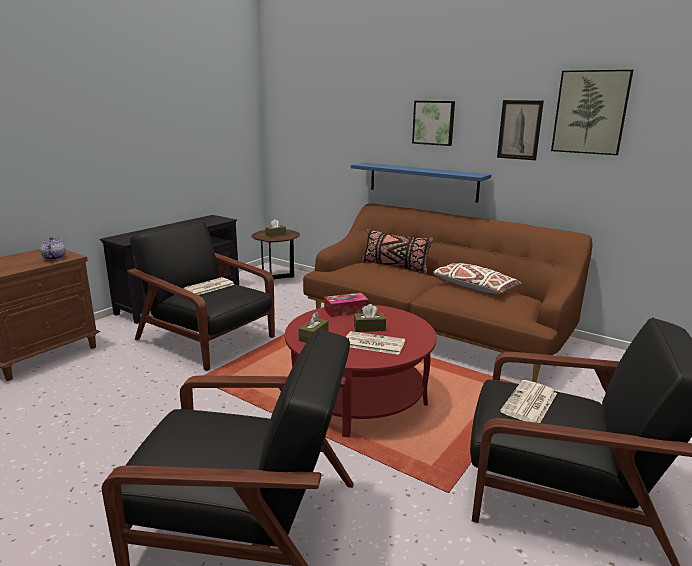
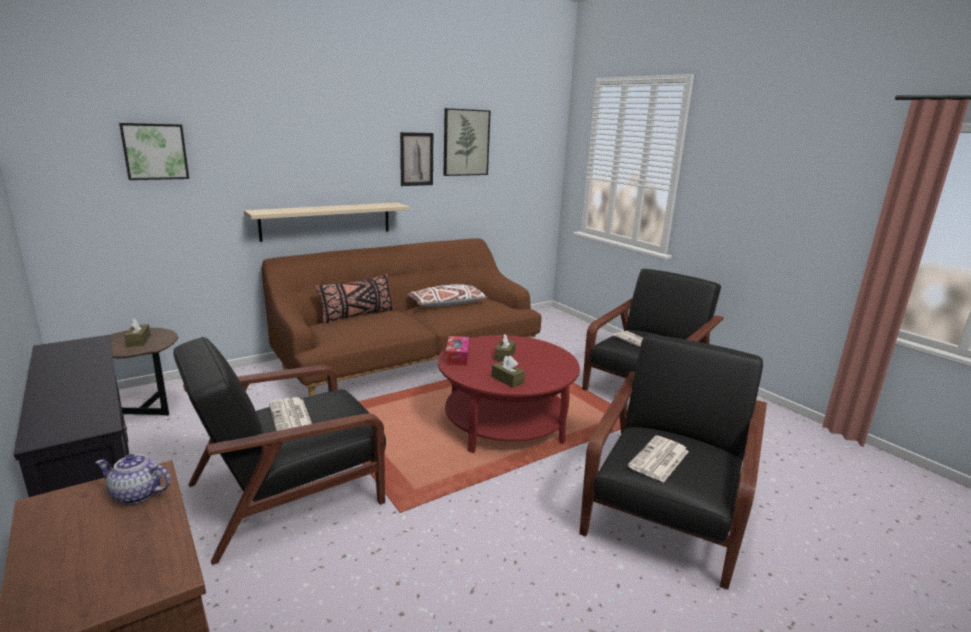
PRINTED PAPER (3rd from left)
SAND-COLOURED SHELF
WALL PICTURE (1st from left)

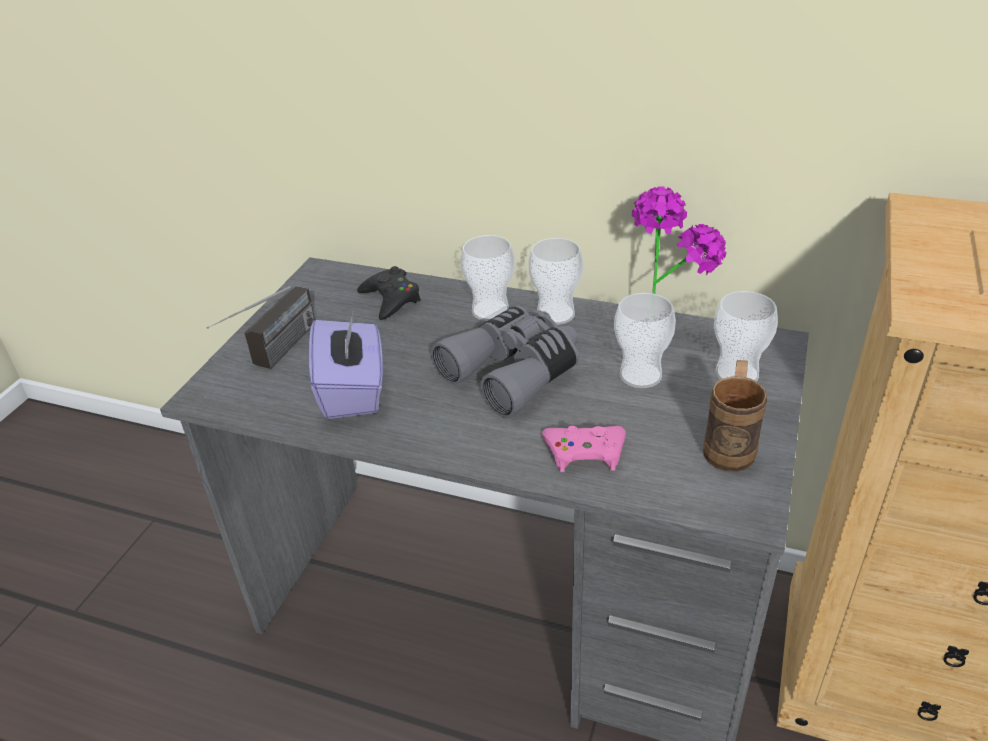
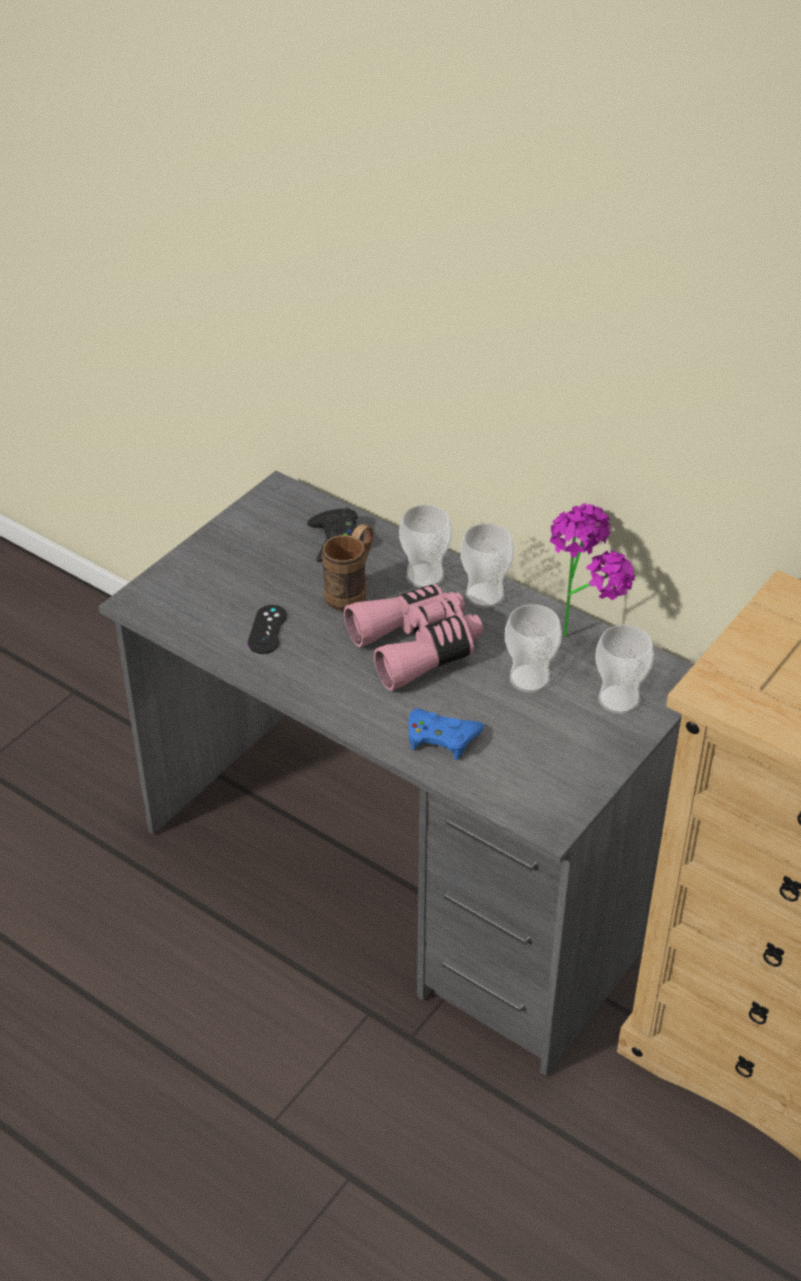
RADIO SET
BLACK GAMEPAD (1st from left)
PINK-COLOURED PAIR OF BINOCULARS
BLUE-COLOURED GAMEPAD
BROWN COFFEE MUG

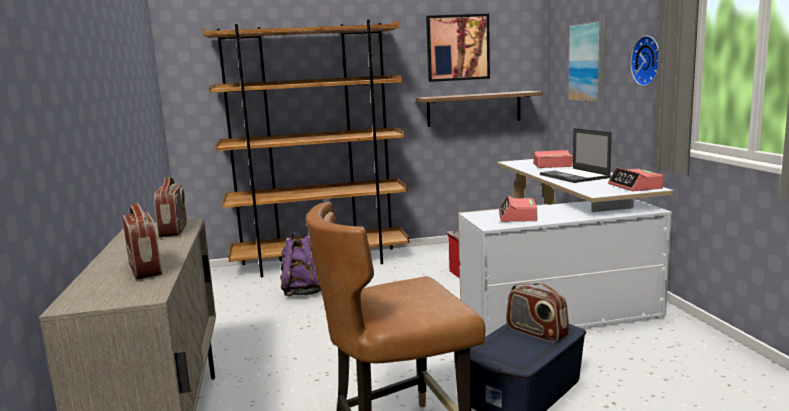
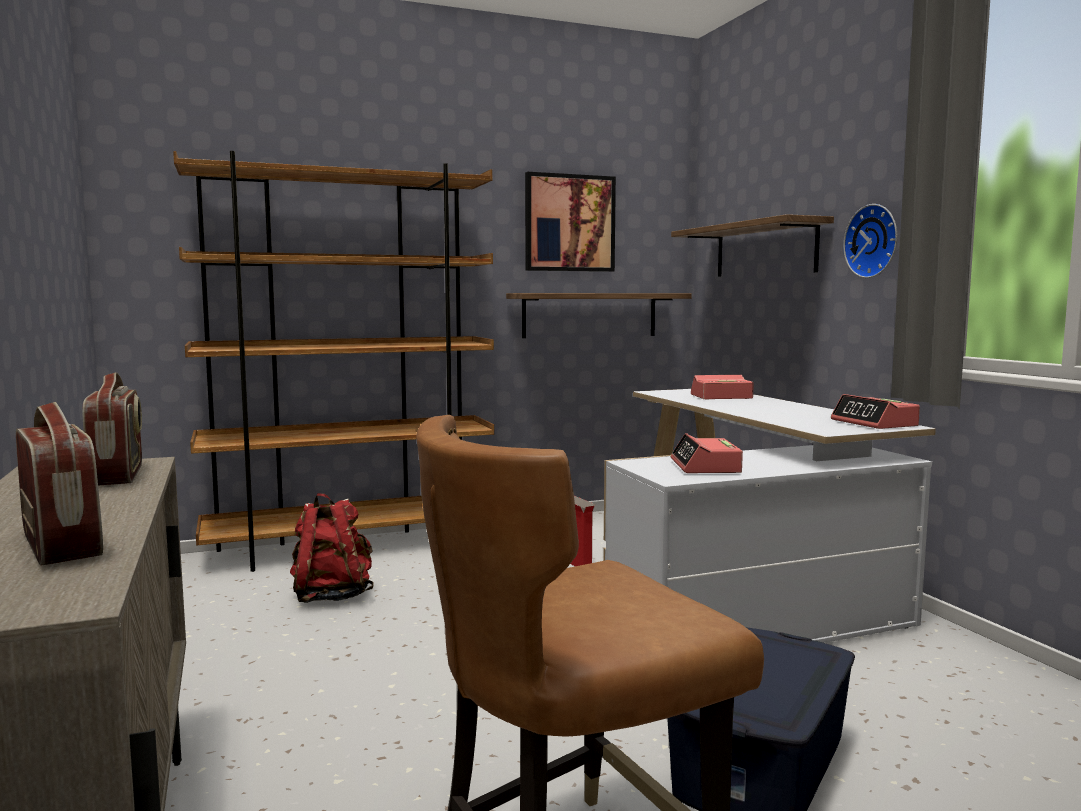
RED RUCKSACK
RADIO SET (3rd from left in the first image)
PORTABLE COMPUTER
SHELF (2nd from left)

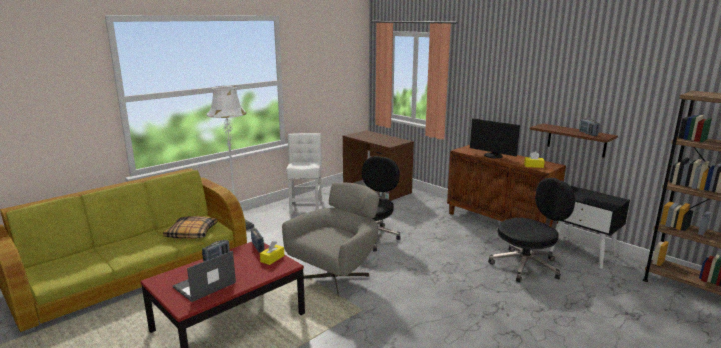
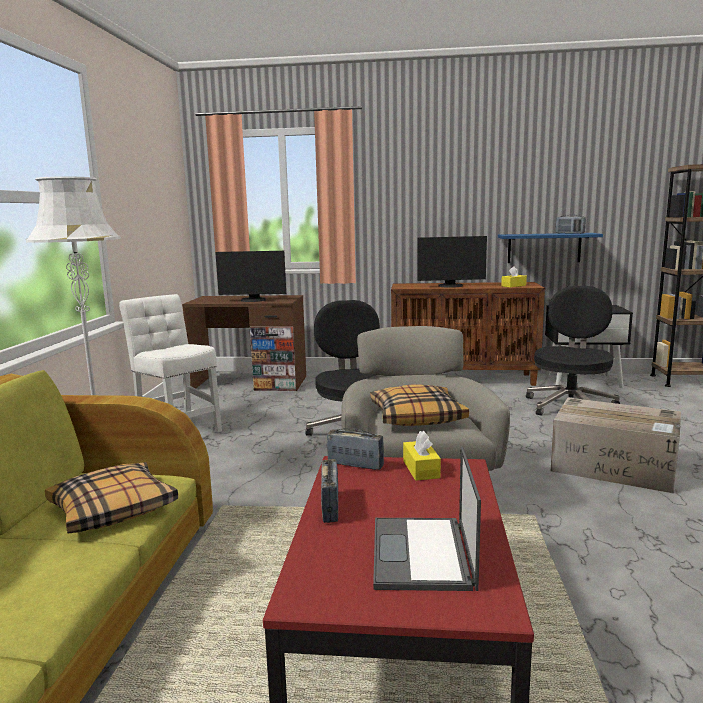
BLUE-COLOURED SHELF
COMPUTER DISPLAY (1st from left)
CUSHION (2nd from left)
PACKING BOX

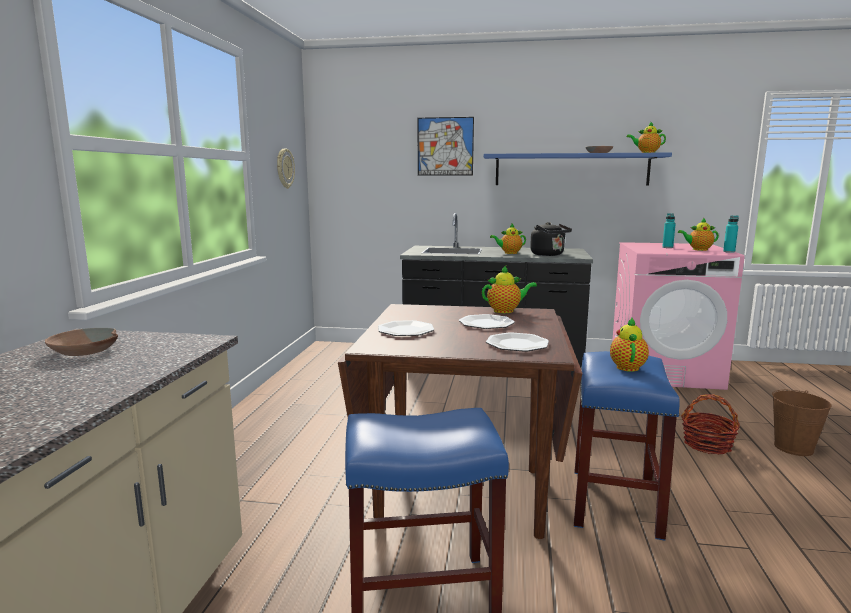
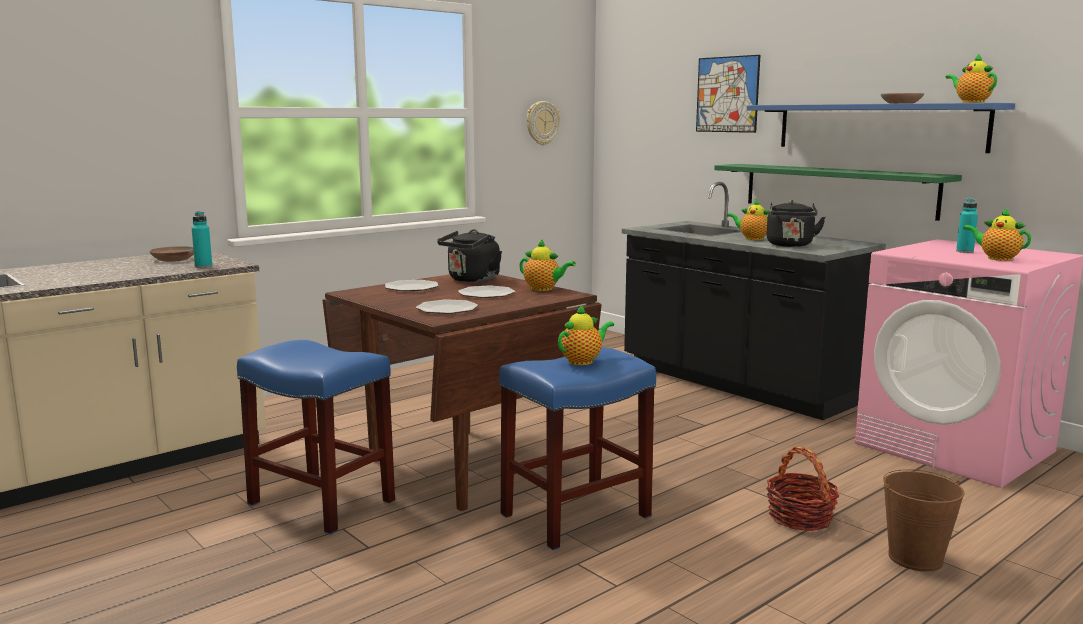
TURQUOISE-COLOURED BOTTLE (1st from left)
BLACK WATER KETTLE (1st from left)
GREENISH SHELF

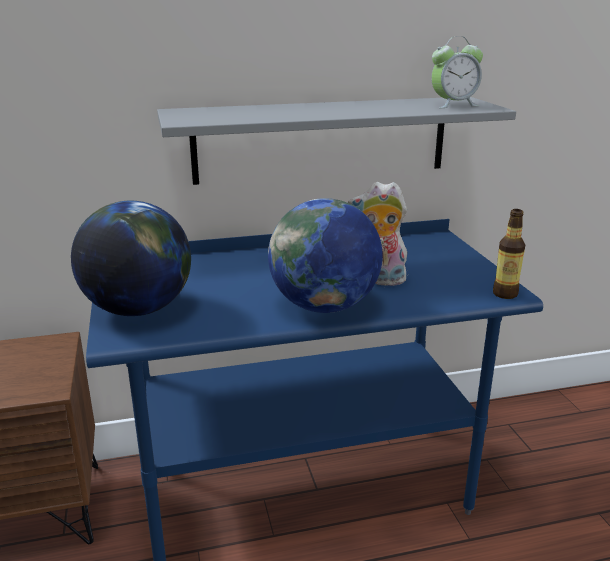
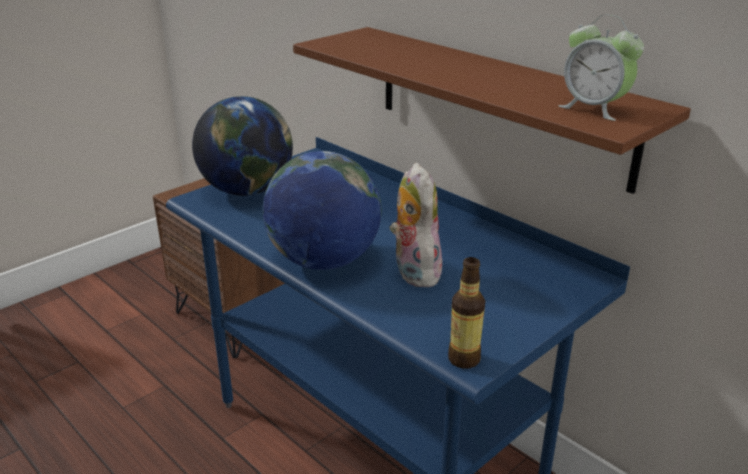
BROWN SHELF

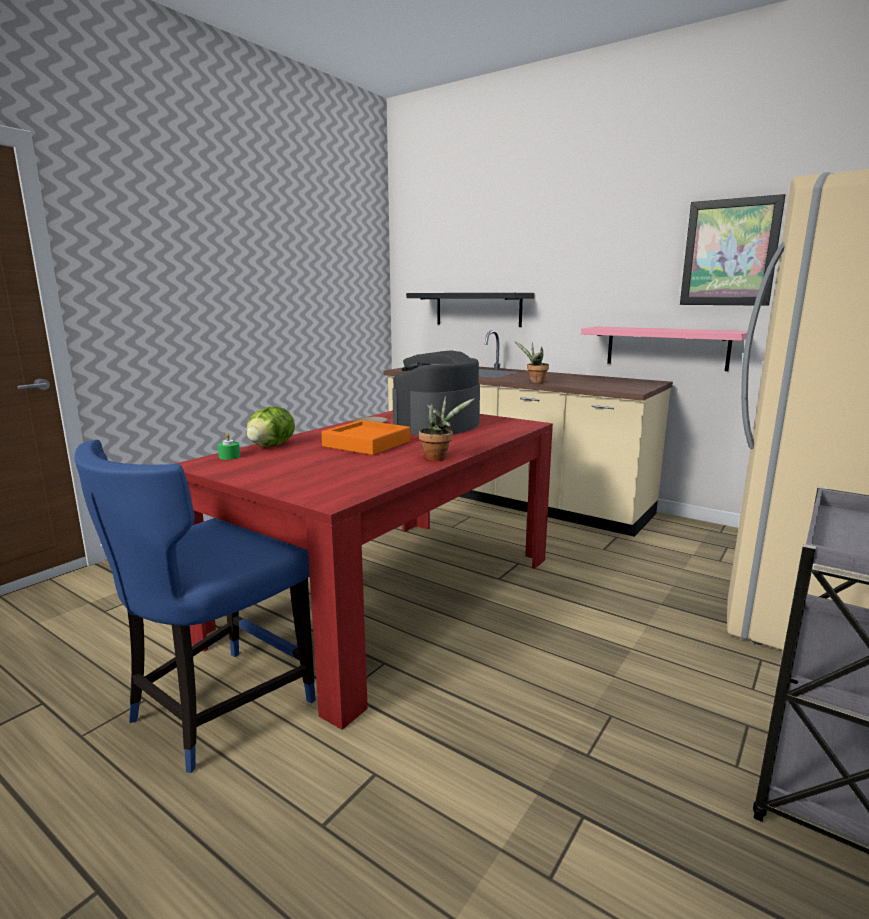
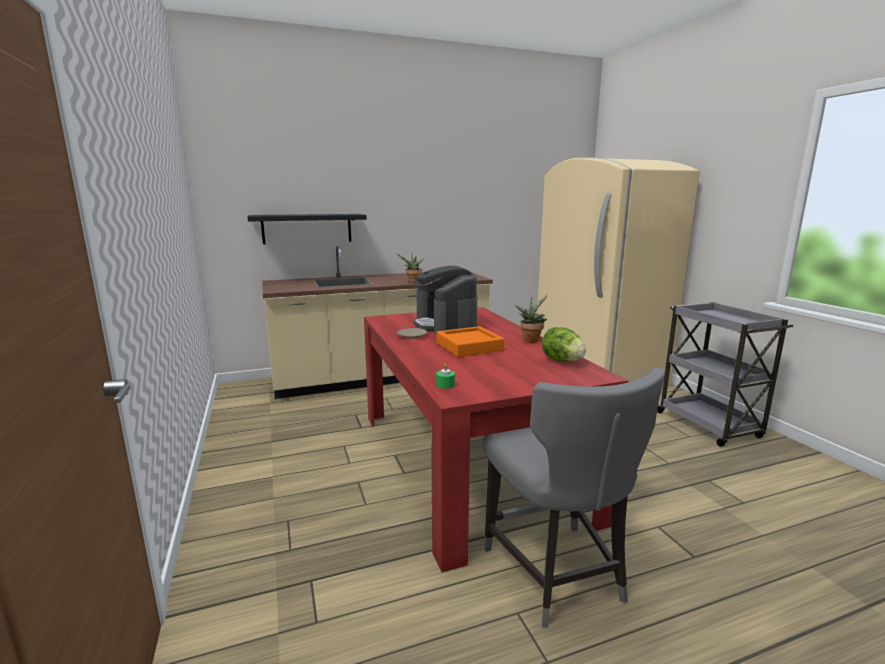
GRAY UPRIGHT CHAIR
LETTUCE
PINK-COLOURED SHELF
WALL PICTURE

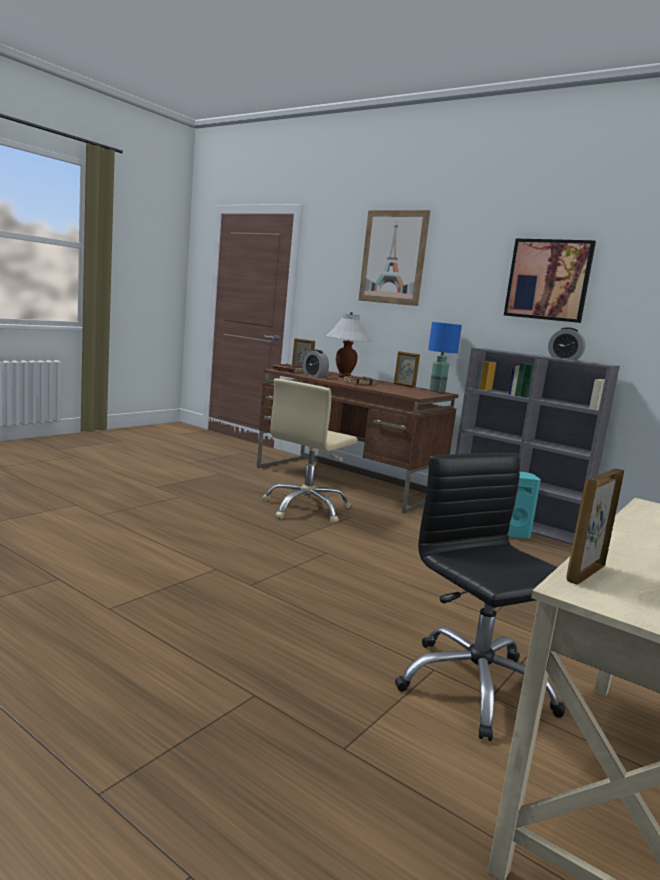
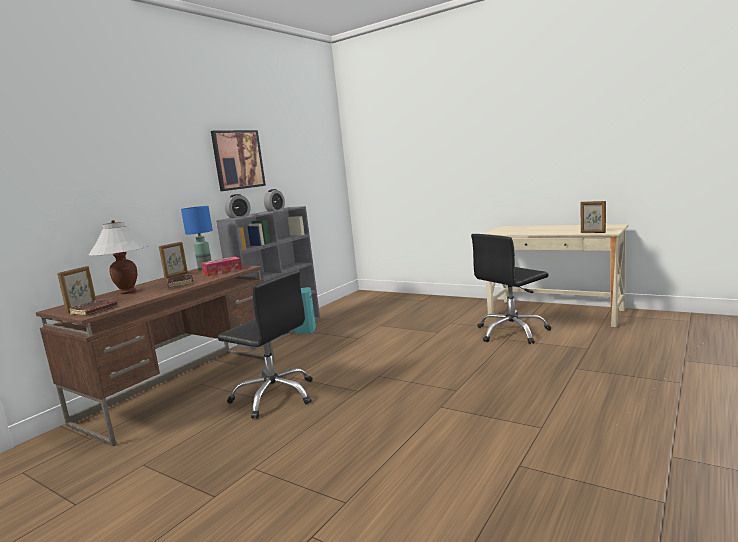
BLACK COMPUTER CHAIR (1st from left)
ALARM CLOCK (1st from left)
WALL PICTURE (1st from left in the first image)
TISSUE HOLDER

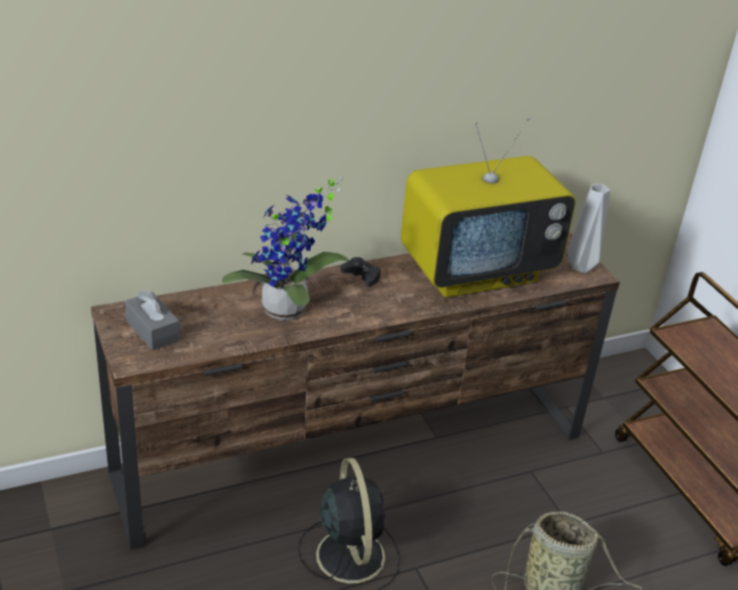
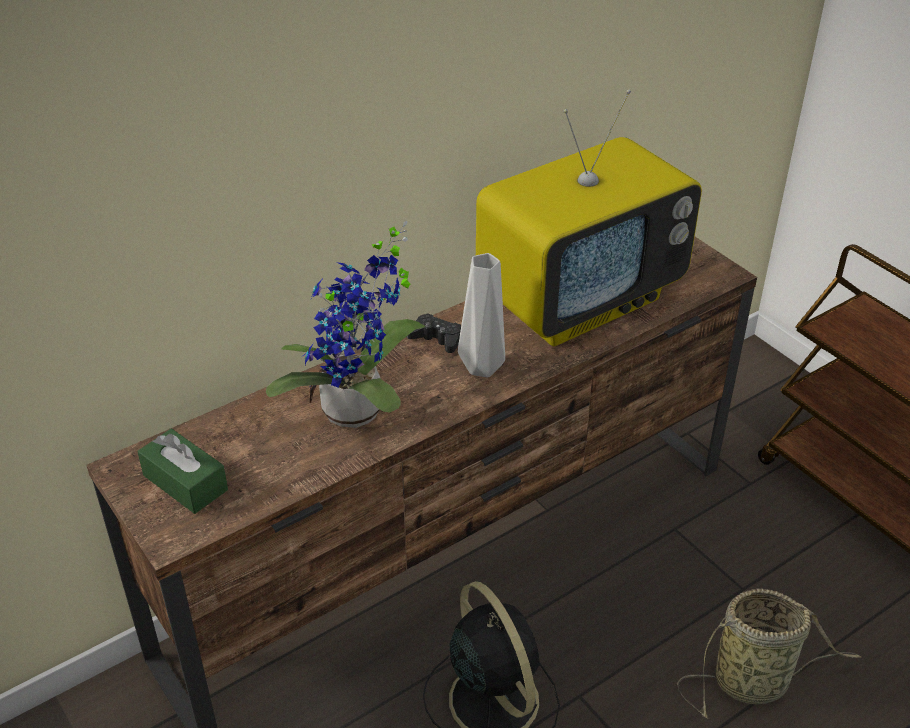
GREENISH TISSUE HOLDER
GRAY VASE

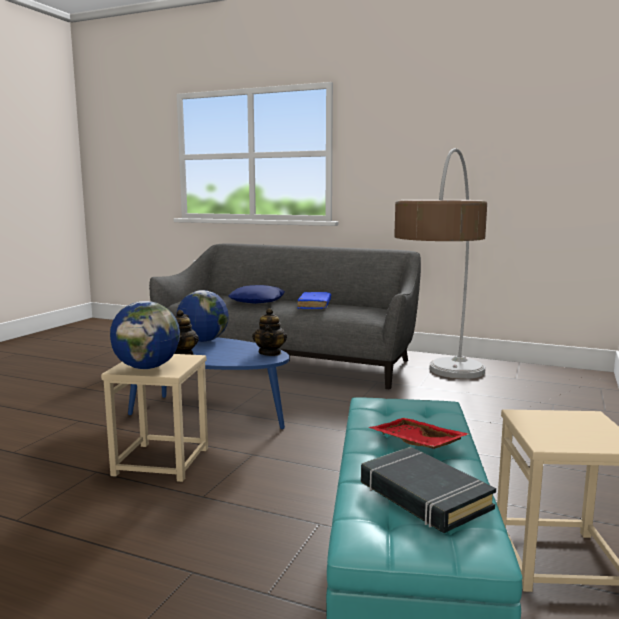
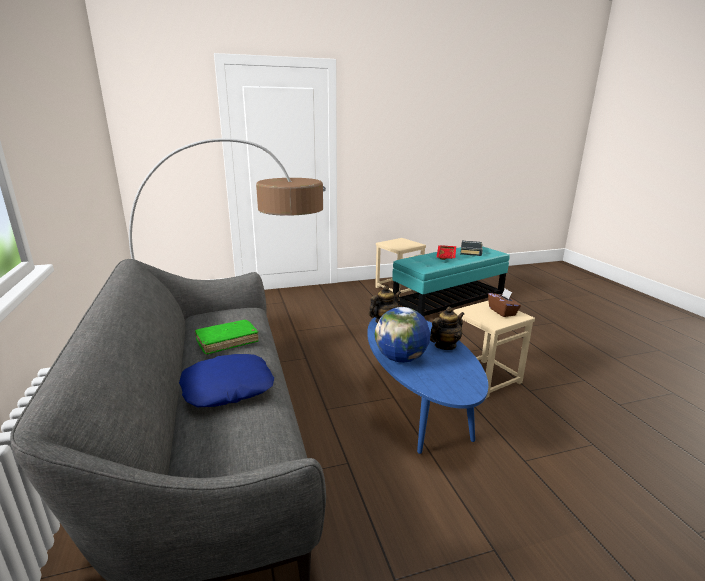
BROWN TISSUE HOLDER
GREENISH VOLUME

